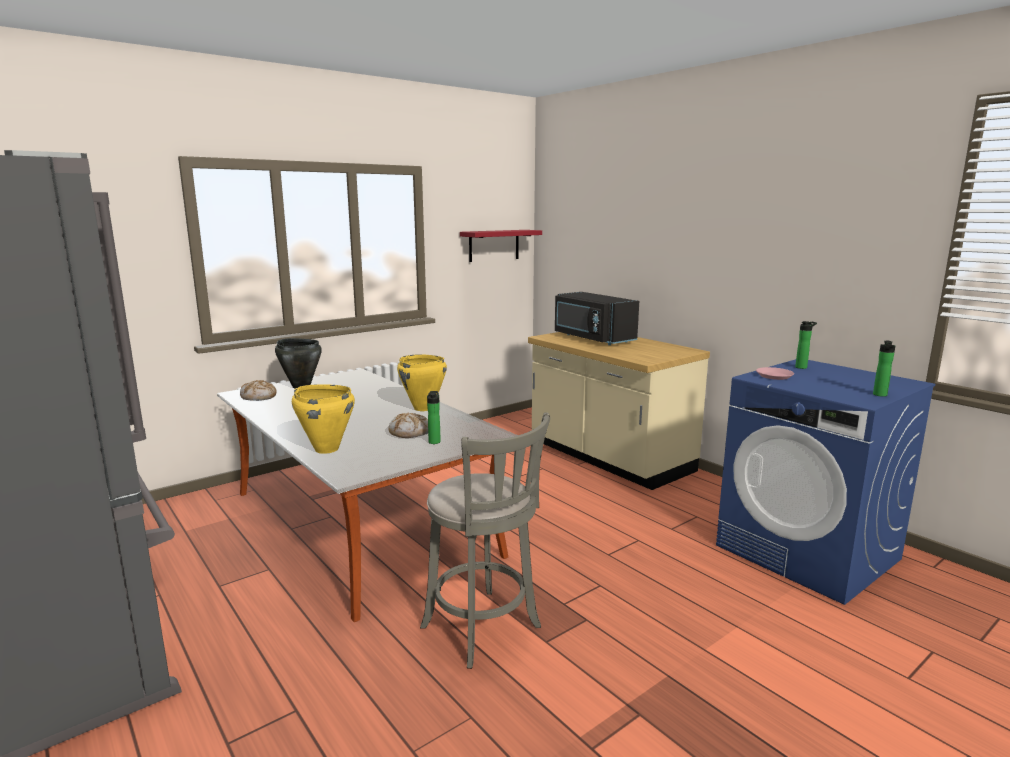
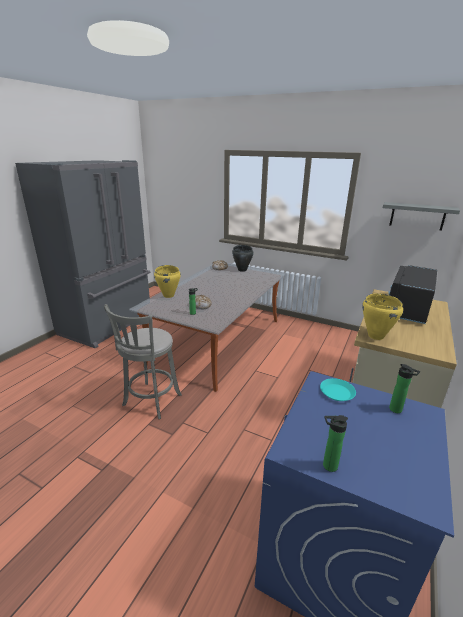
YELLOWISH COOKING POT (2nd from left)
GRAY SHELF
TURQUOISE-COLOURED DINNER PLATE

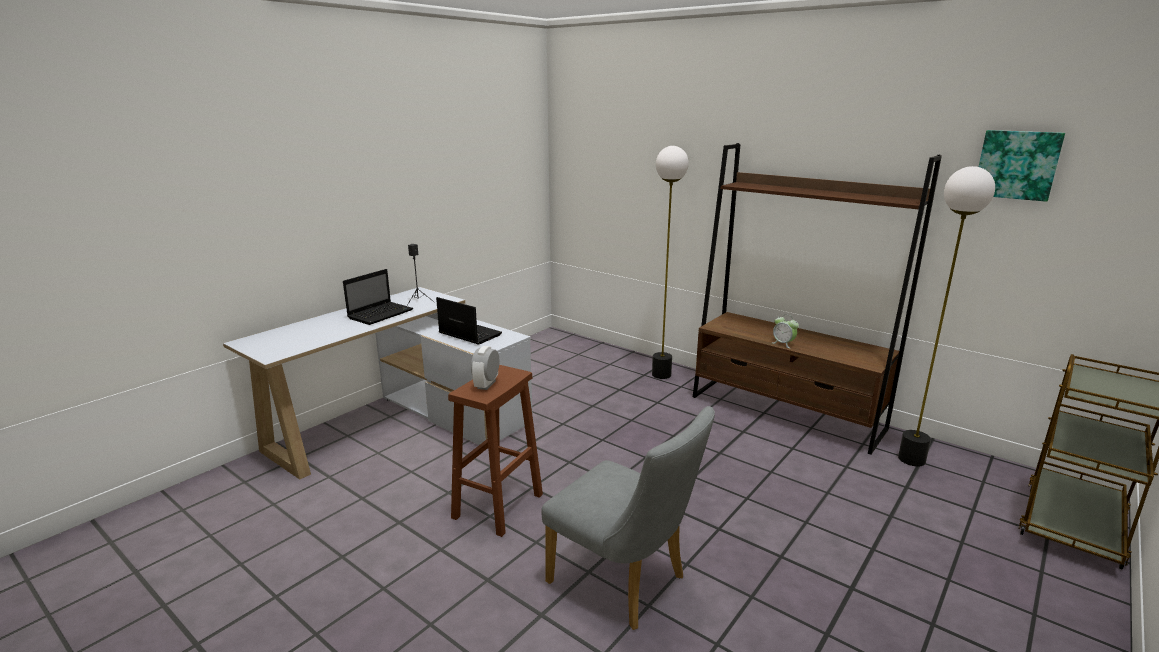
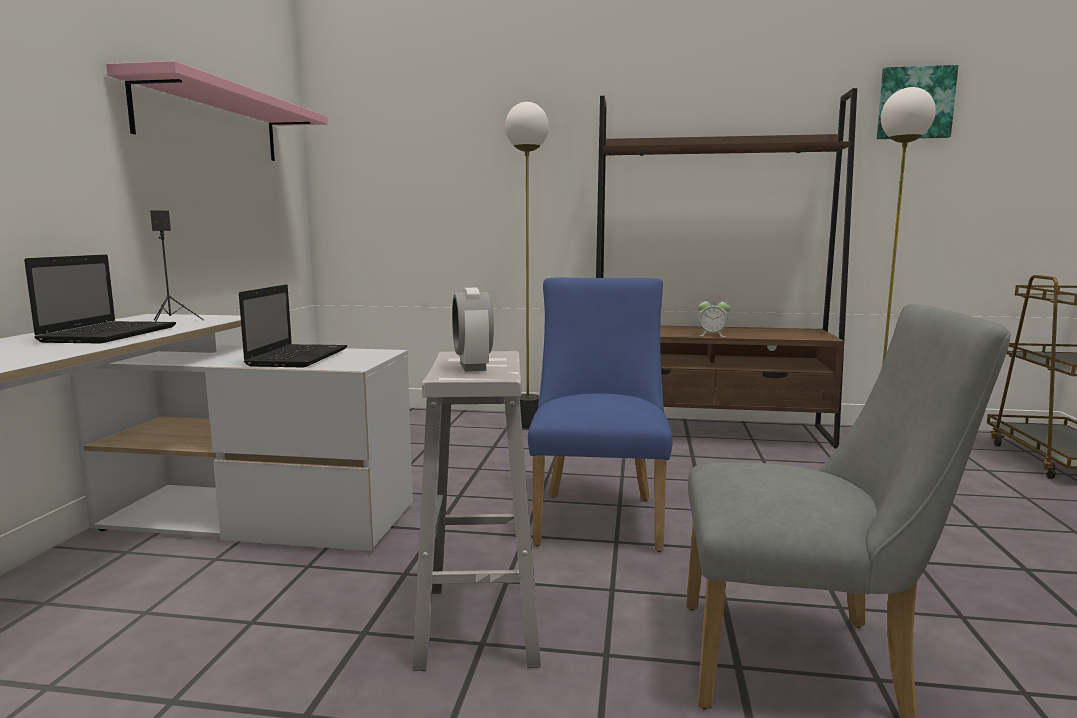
PORTABLE COMPUTER (2nd from left)
WHITE-COLOURED STOOL
PINK-COLOURED SHELF
BLUE-COLOURED UPRIGHT CHAIR

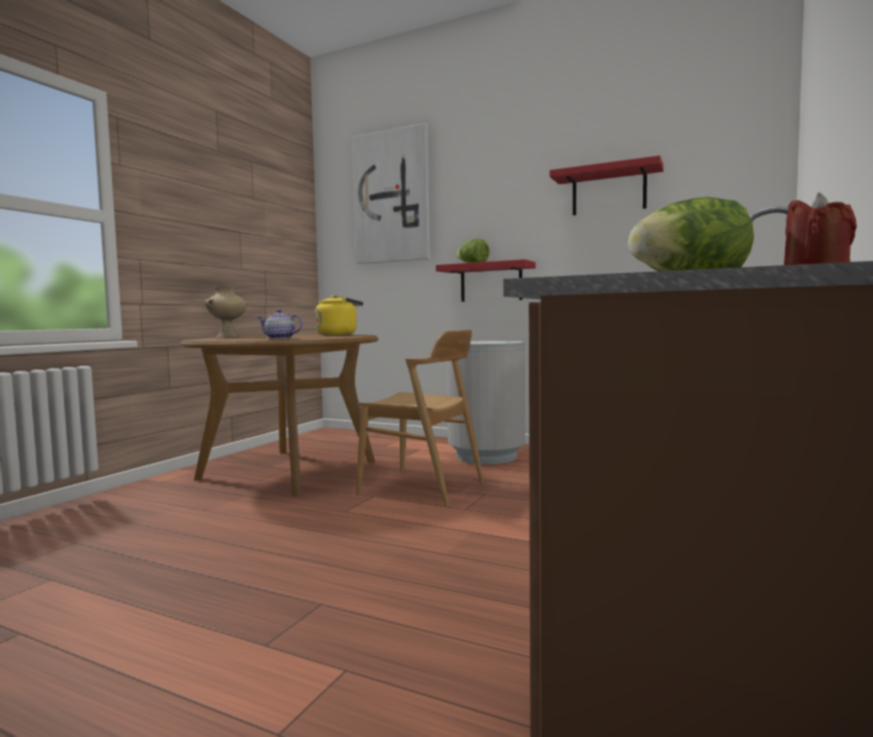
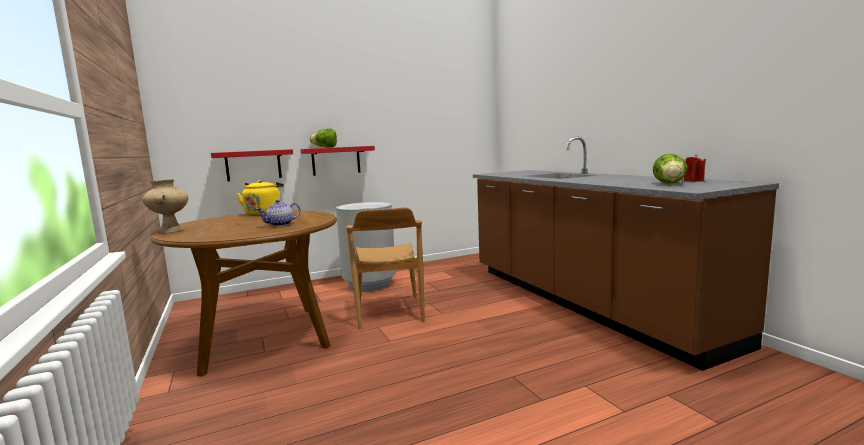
WALL PICTURE
BROWN UPRIGHT CHAIR
RED SHELF (1st from left)

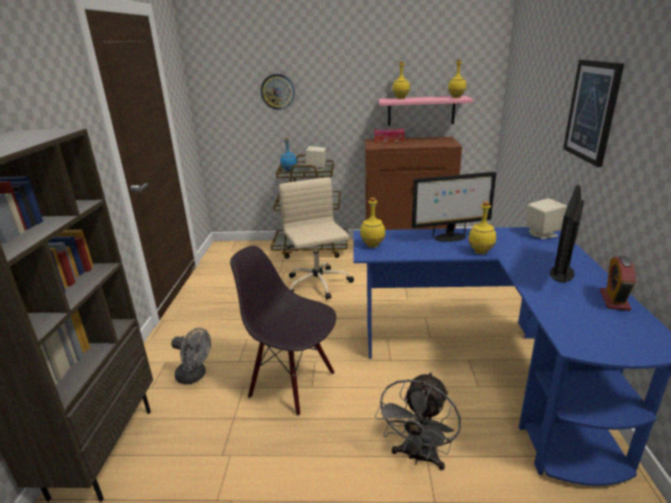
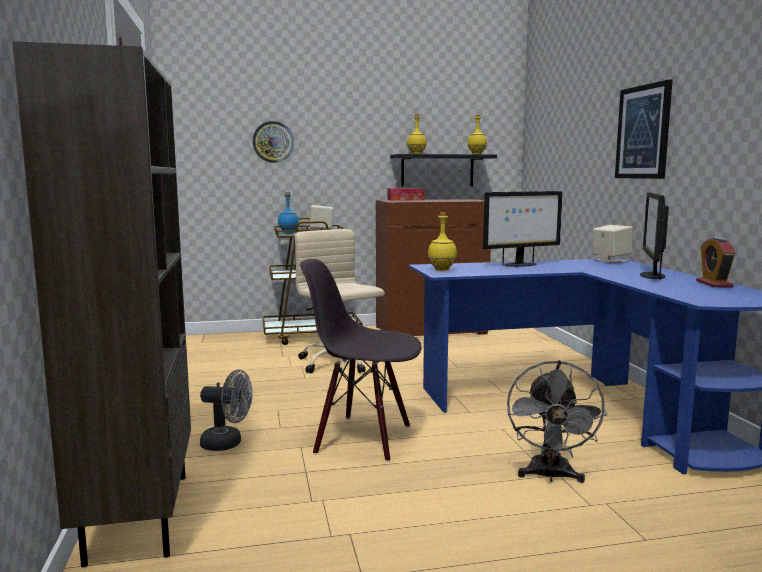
BLACK SHELF
YELLOWISH BOTTLE (4th from left in the first image)

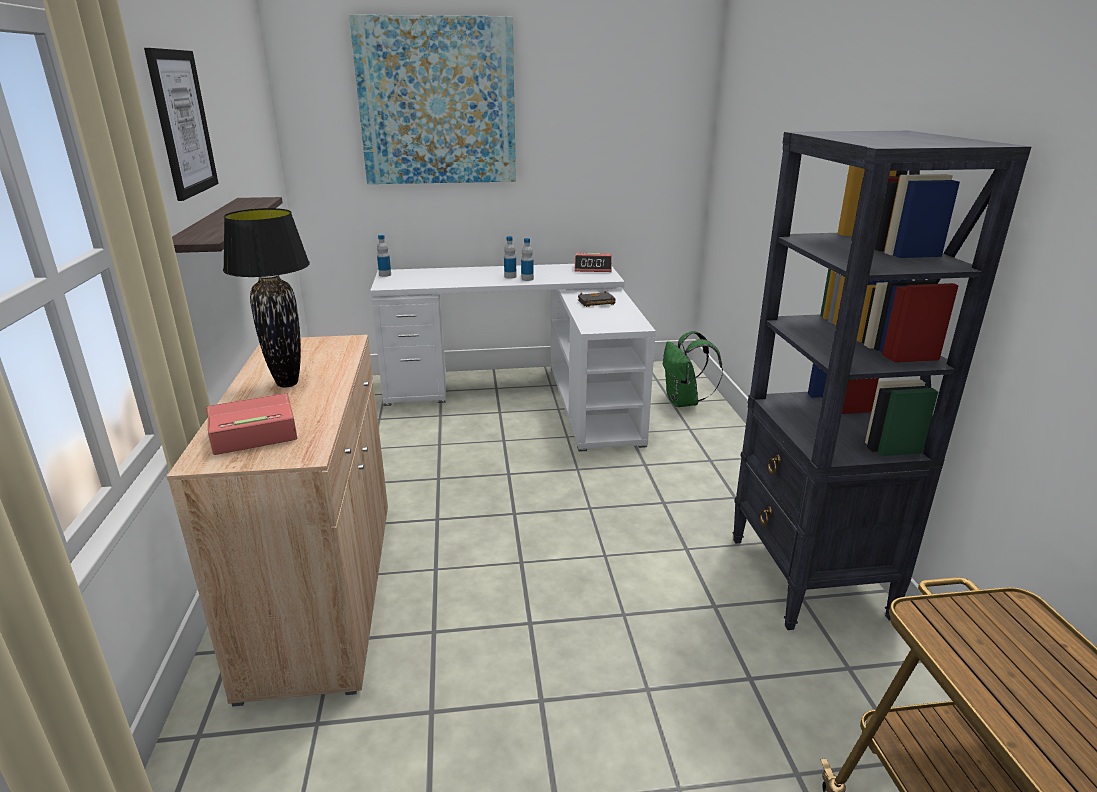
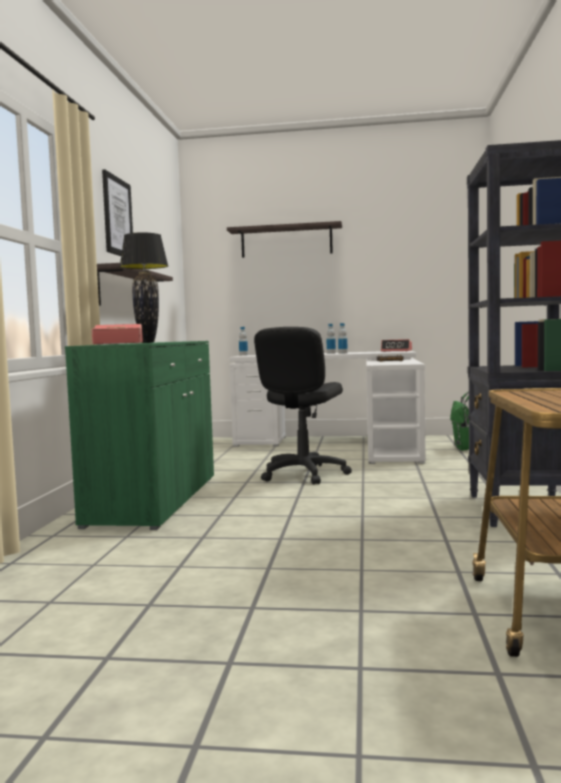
GREENISH STORAGE CABINET
SHELF (2nd from left)
BLACK COMPUTER CHAIR

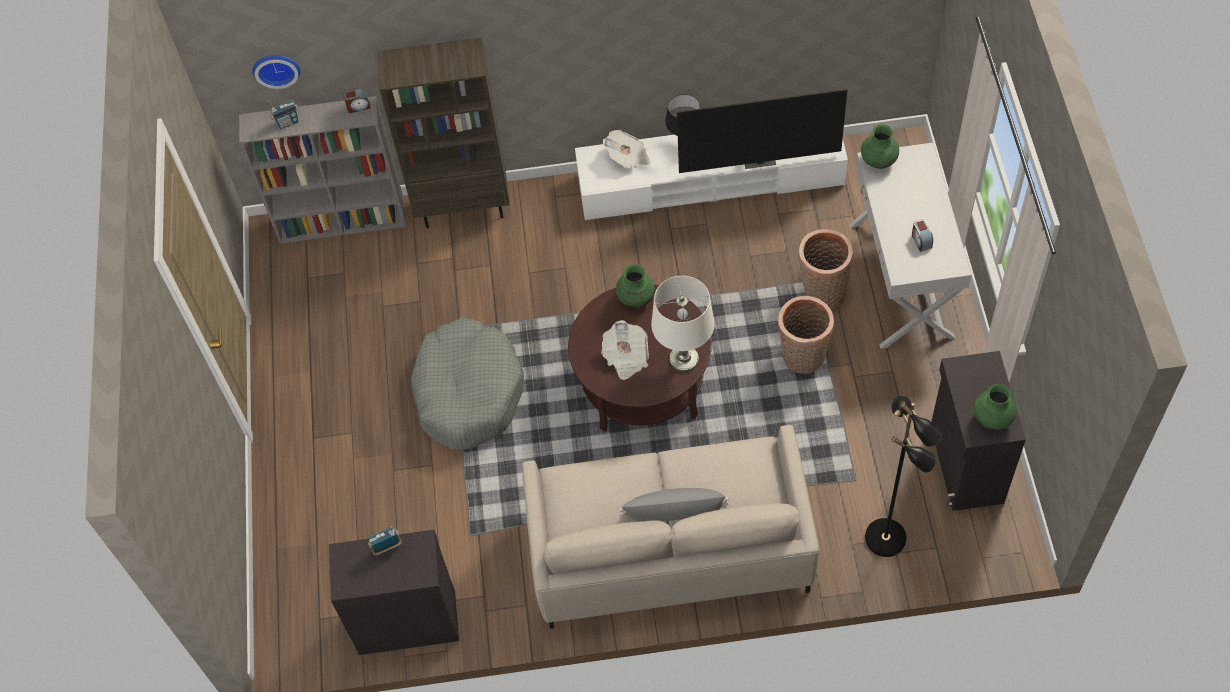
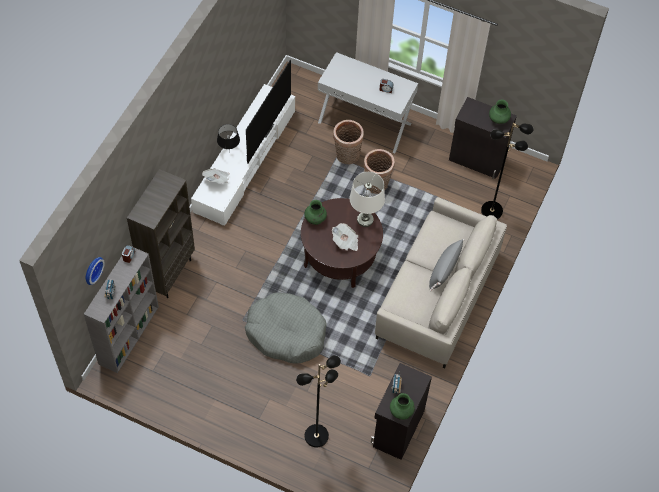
GREENISH VASE (2nd from left)
BLACK FLOOR LAMP (1st from left)

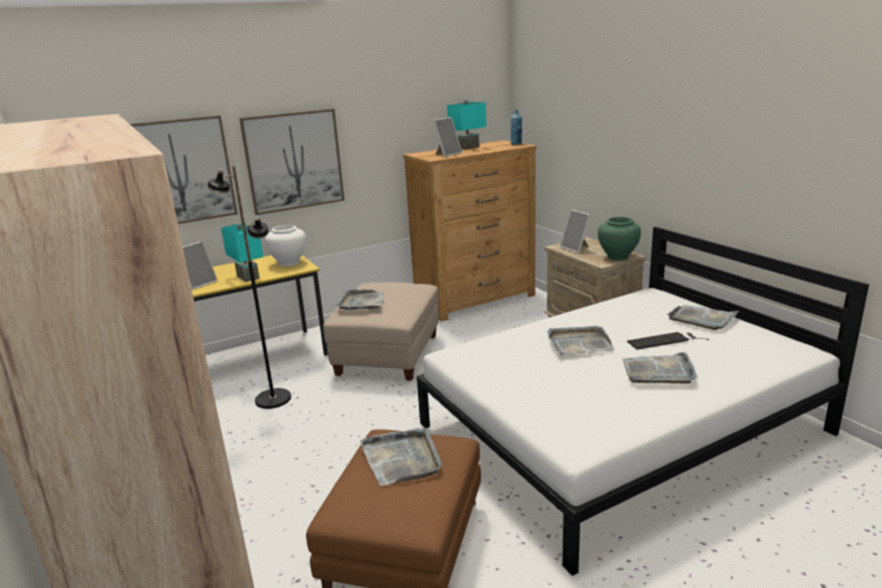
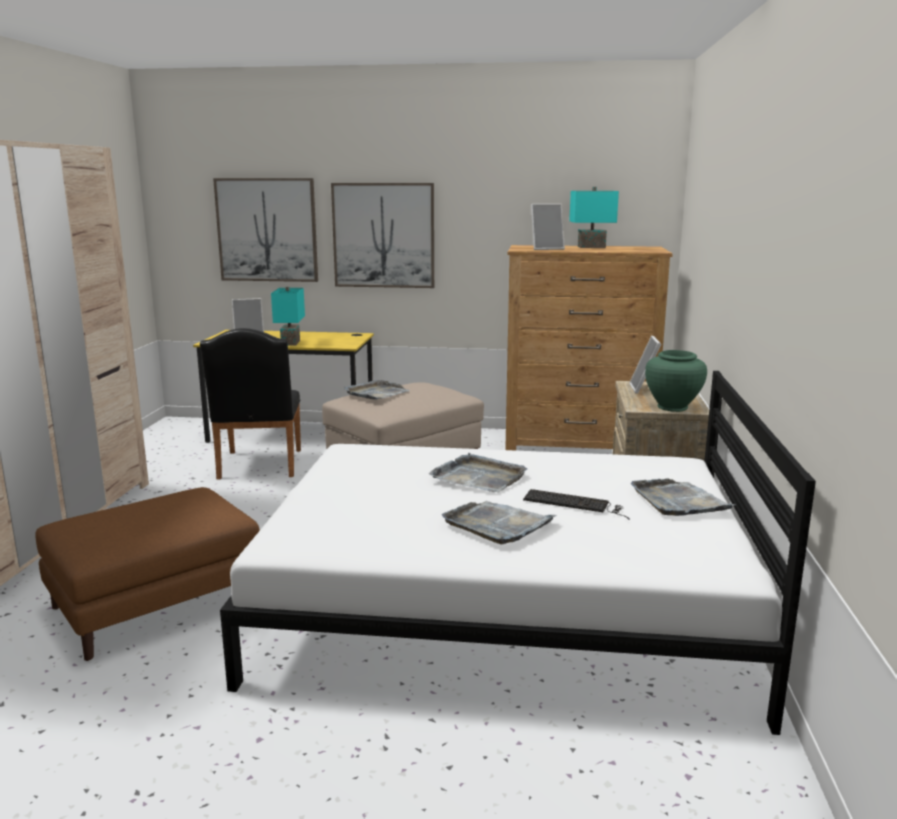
BLACK UPRIGHT CHAIR
WHITE-COLOURED VASE
GRAY CARRYING TRAY (2nd from left in the first image)
BLUE-COLOURED BOTTLE

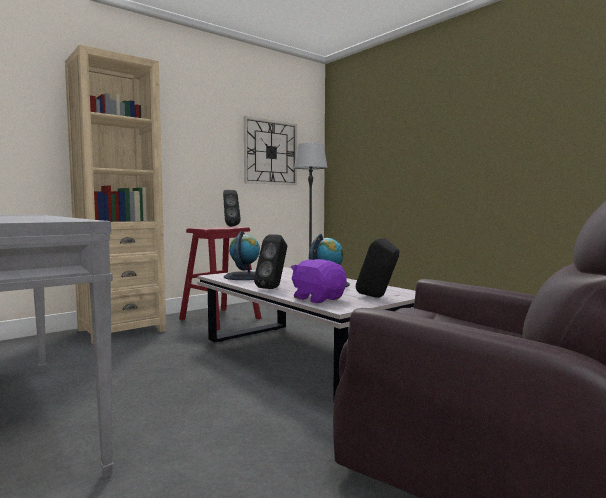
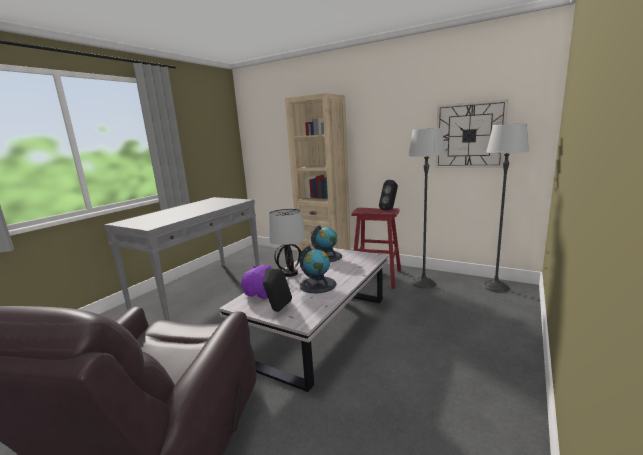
TABLE LAMP
FLOOR LAMP (1st from left)

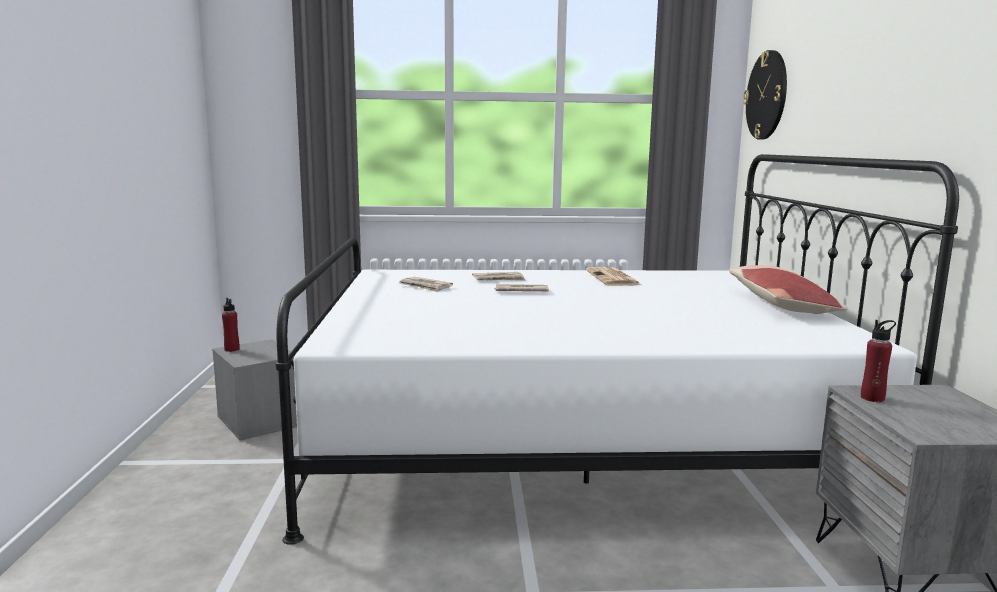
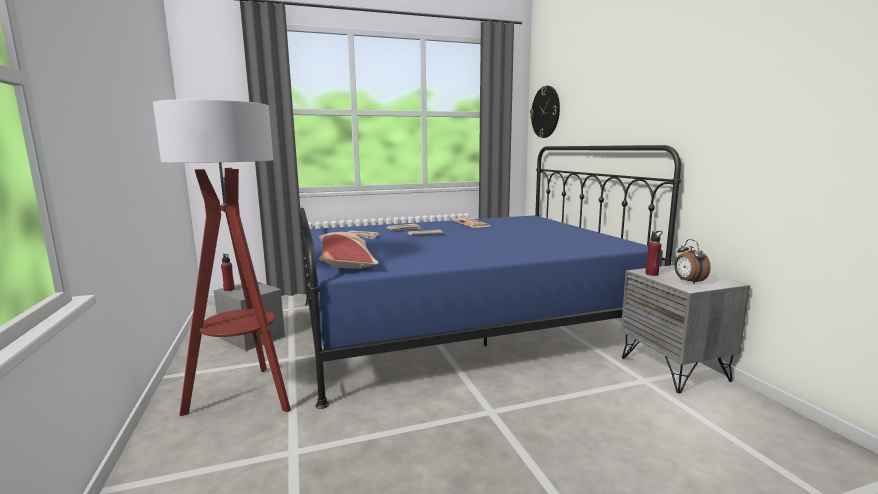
BLUE-COLOURED BEDROOM BED
CUSHION
FLOOR LAMP
ALARM CLOCK

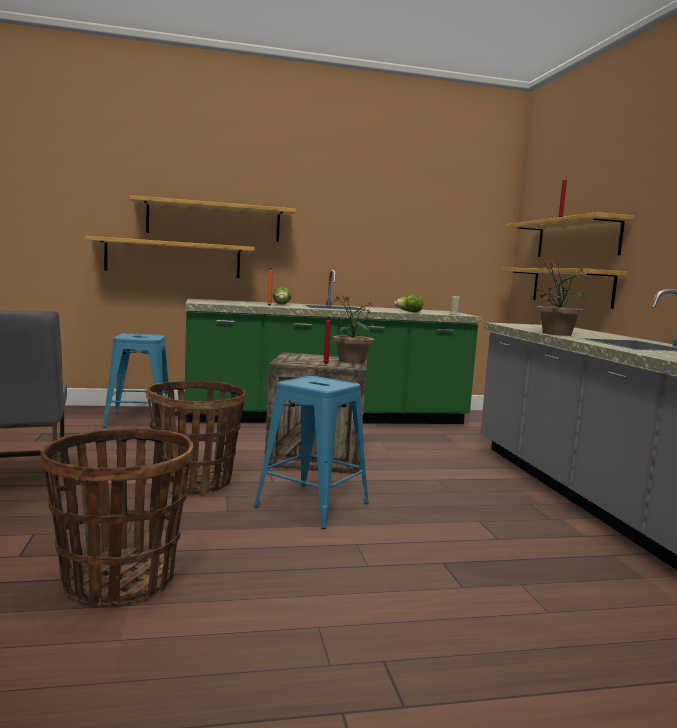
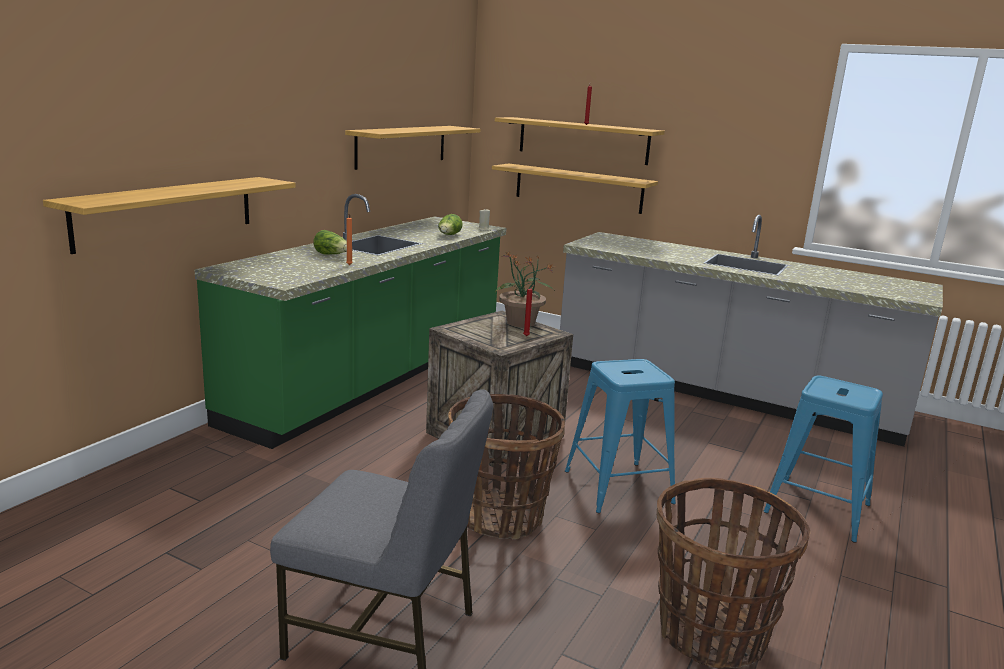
BLUE-COLOURED STOOL (2nd from left)
SHELF (2nd from left)
PLANT IN A POT (2nd from left in the first image)

